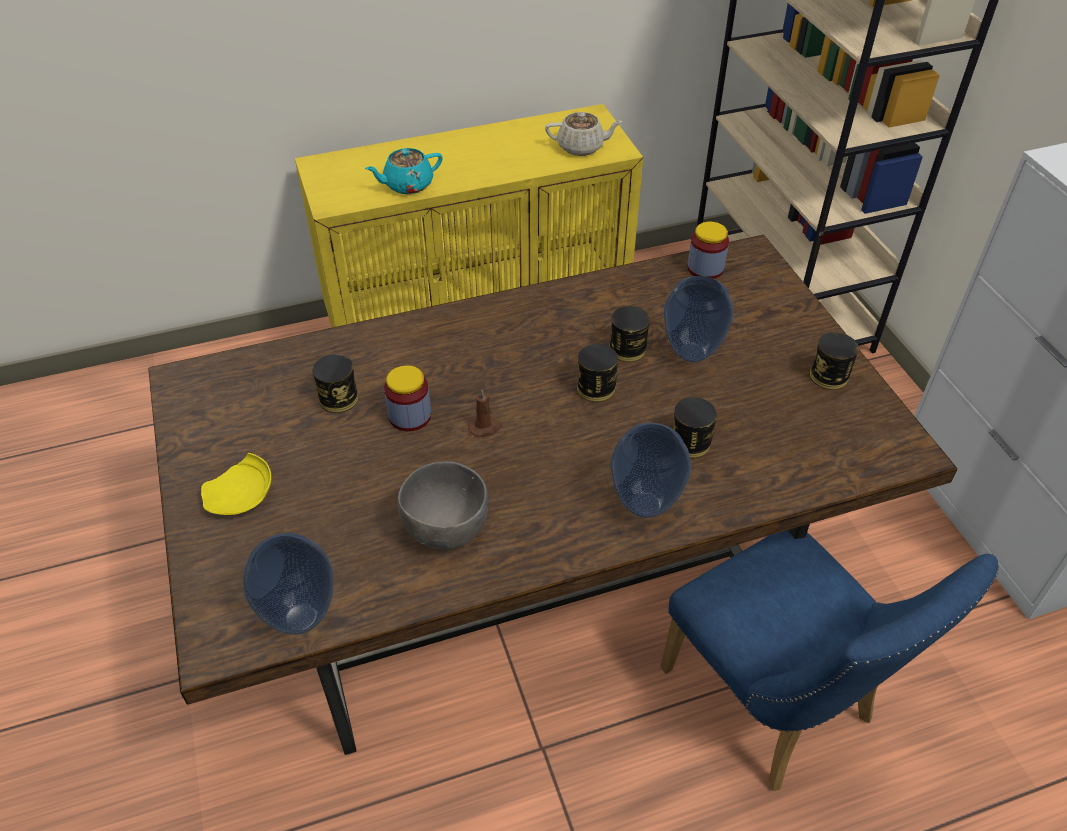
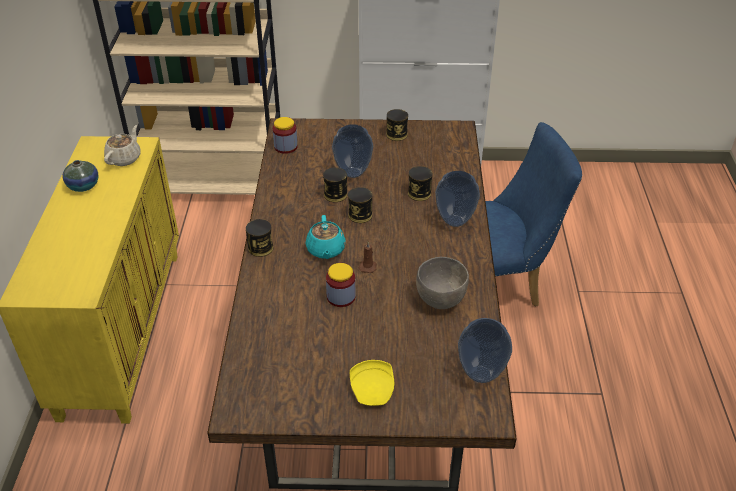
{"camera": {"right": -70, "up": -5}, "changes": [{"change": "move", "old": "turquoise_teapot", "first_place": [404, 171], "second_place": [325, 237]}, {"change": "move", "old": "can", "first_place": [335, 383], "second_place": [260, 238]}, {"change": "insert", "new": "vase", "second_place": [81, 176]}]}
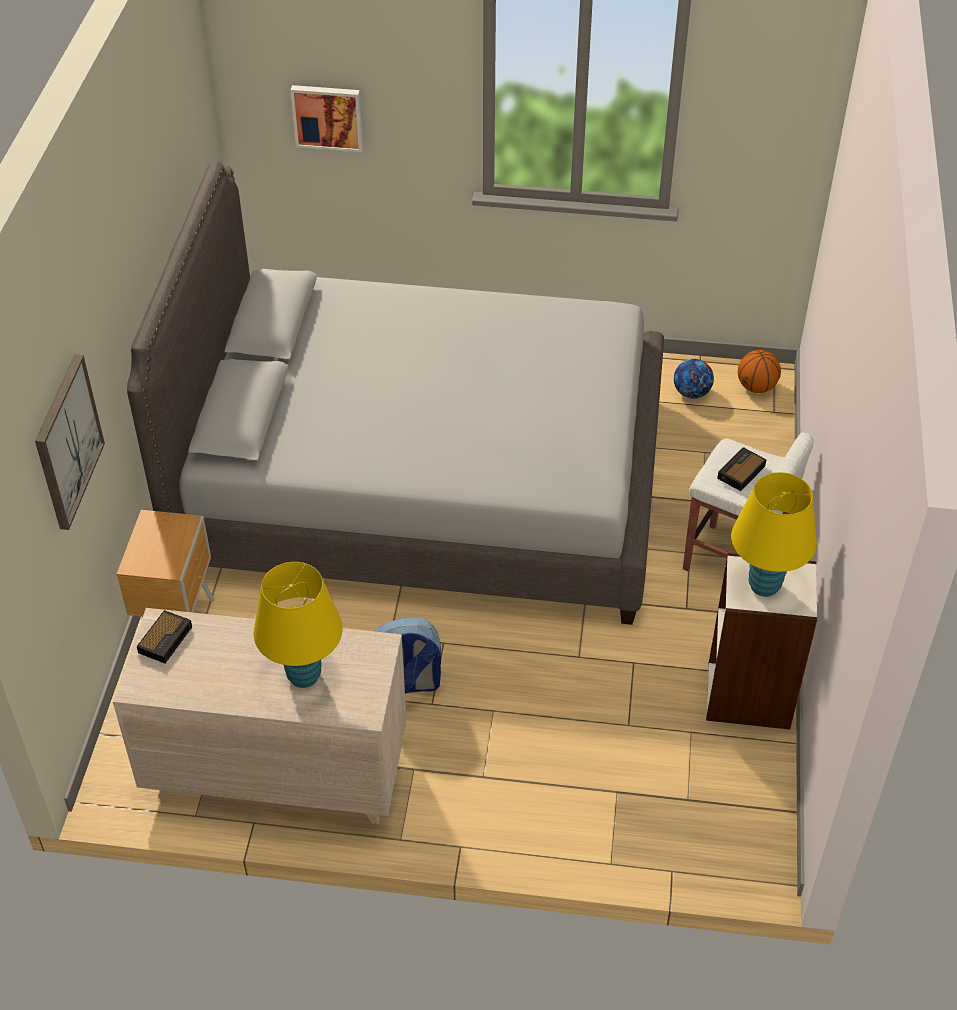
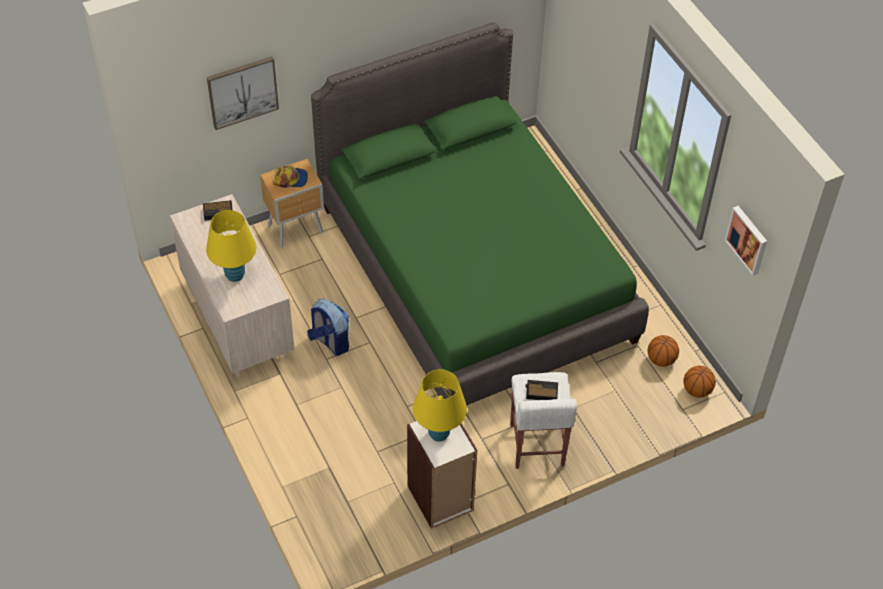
{"camera": {"right": 55, "up": 5}, "changes": [{"change": "move", "old": "picture", "first_place": [326, 118], "second_place": [746, 241]}, {"change": "recolor", "old": "grey_bed", "new": "green_bed", "first_place": [395, 393], "second_place": [480, 213]}, {"change": "replace", "old": "football", "new": "basketball", "first_place": [694, 379], "second_place": [663, 351]}, {"change": "insert", "new": "cap", "second_place": [290, 177]}]}
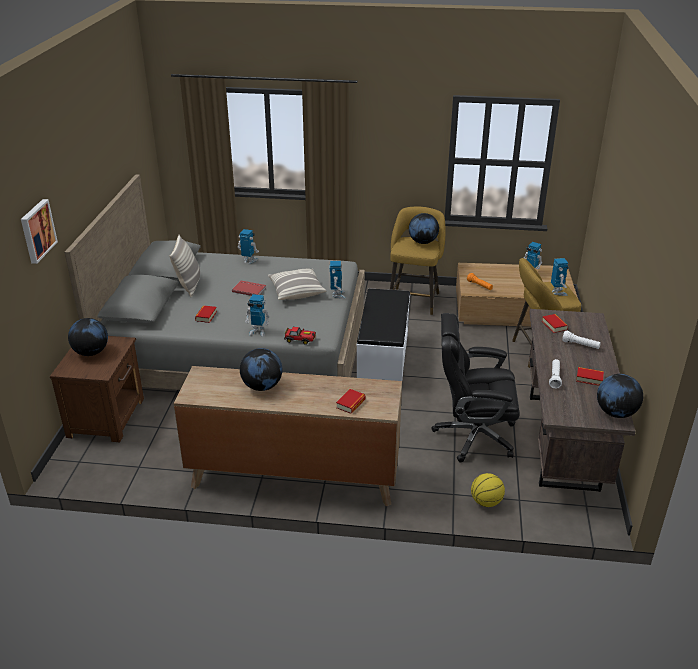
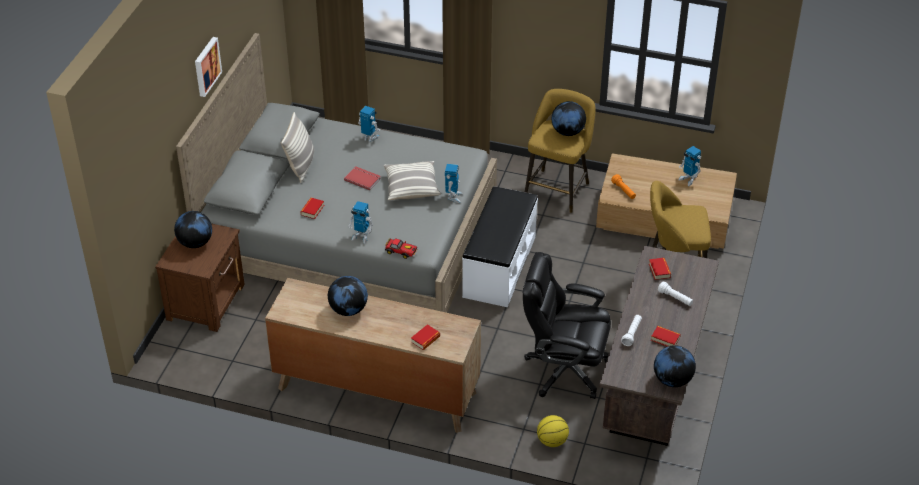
{"camera": {"right": 10, "up": 10}, "changes": [{"change": "move", "old": "picture", "first_place": [39, 231], "second_place": [208, 67]}, {"change": "delete", "old": "toy_robot", "first_place": [560, 277]}]}
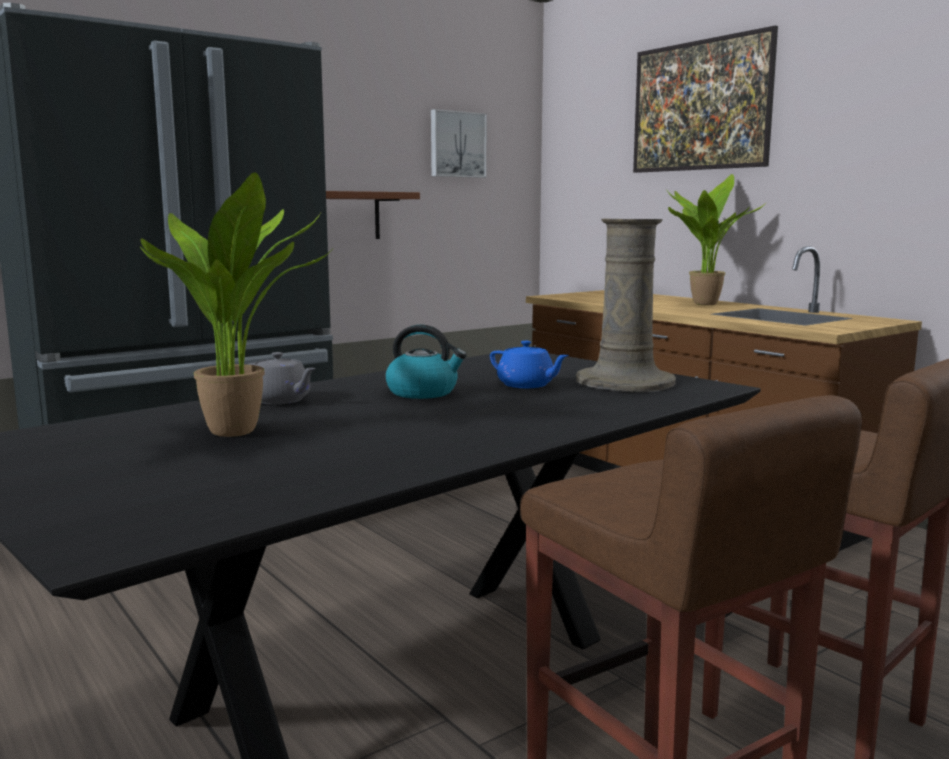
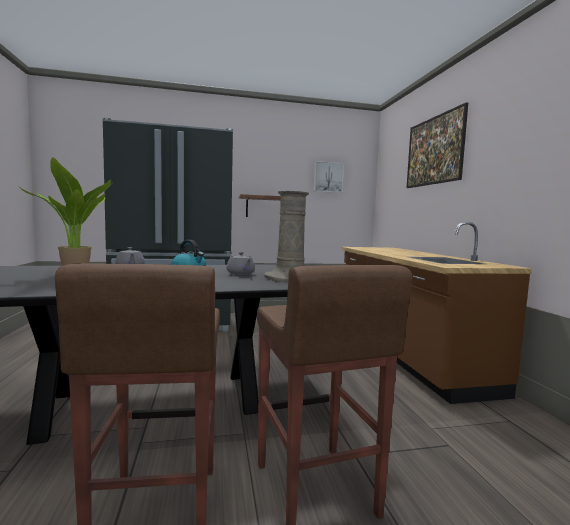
{"camera": {"right": 25, "up": -5}, "changes": [{"change": "delete", "old": "potted_plant", "first_place": [716, 239]}, {"change": "recolor", "old": "blue_teapot", "new": "grey_teapot", "first_place": [529, 364], "second_place": [240, 263]}]}
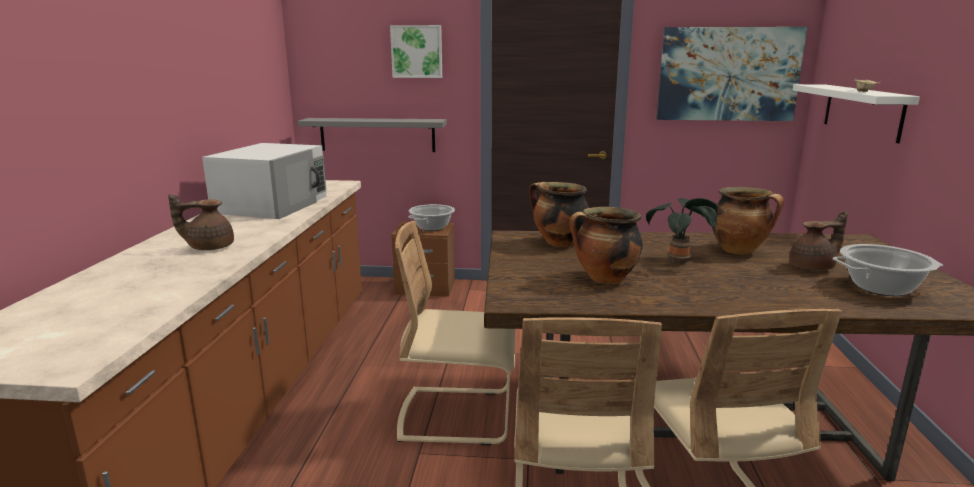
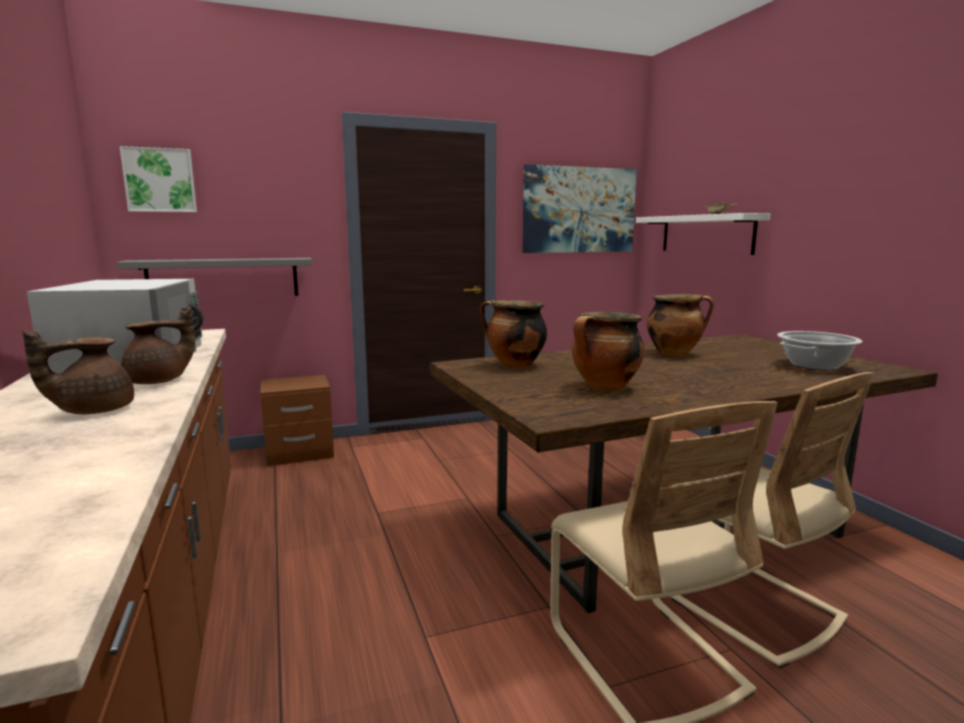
{"camera": {"right": -25, "up": -5}, "changes": [{"change": "move", "old": "picture", "first_place": [416, 51], "second_place": [158, 179]}, {"change": "delete", "old": "potted_plant", "first_place": [682, 231]}, {"change": "delete", "old": "cooking_pot", "first_place": [431, 217]}, {"change": "move", "old": "brown_teapot", "first_place": [819, 241], "second_place": [158, 345]}, {"change": "delete", "old": "beige_chair", "first_place": [455, 333]}]}
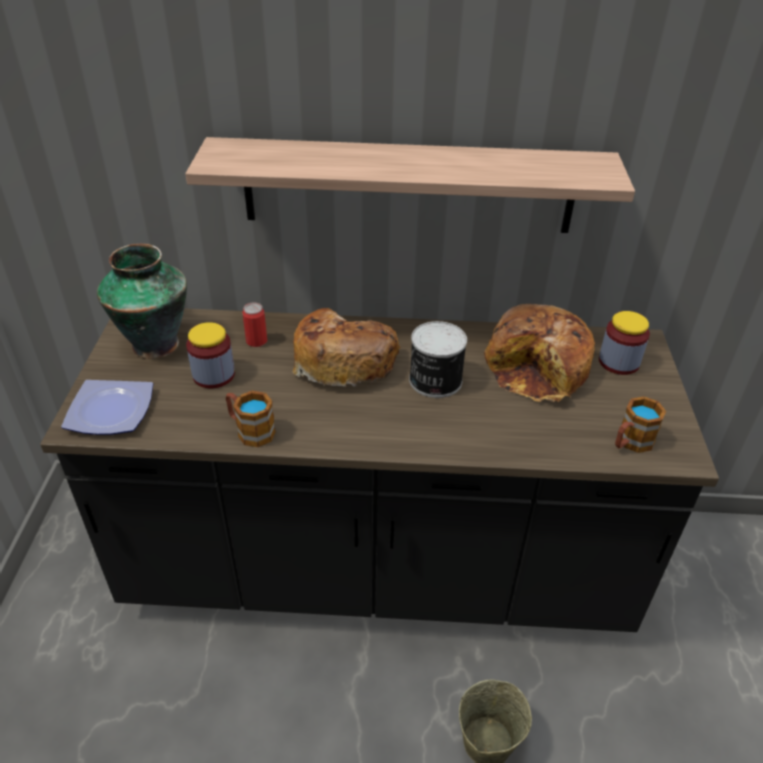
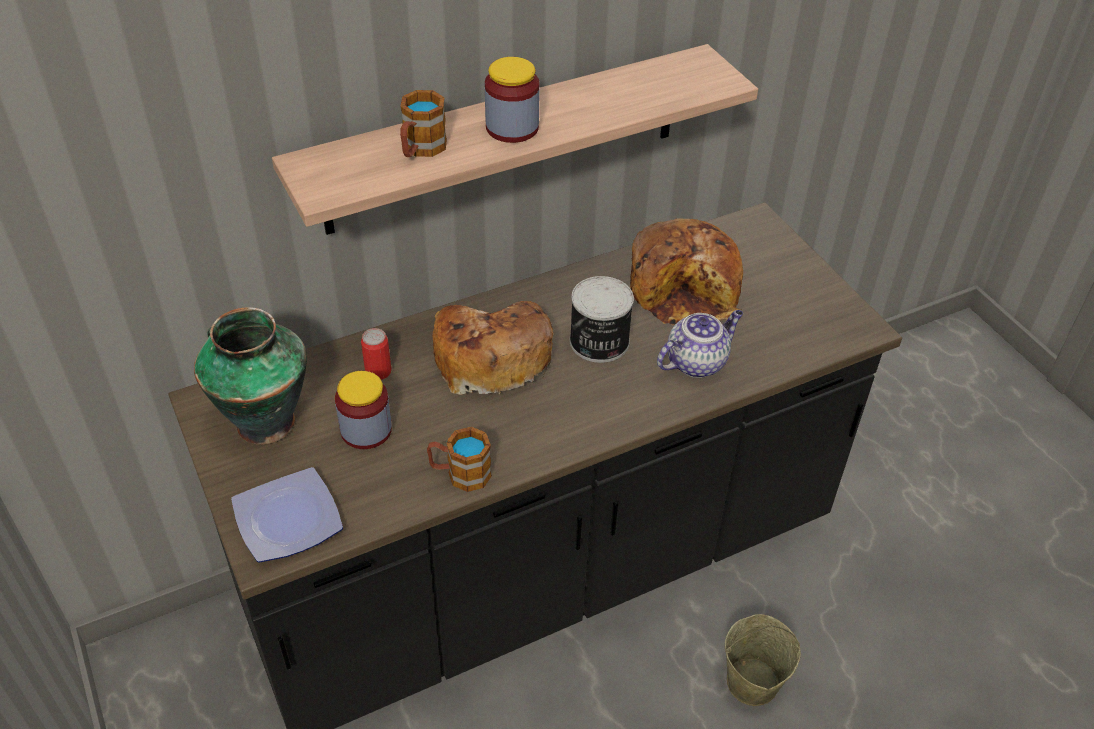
{"camera": {"right": -30, "up": 5}, "changes": [{"change": "move", "old": "jar", "first_place": [624, 343], "second_place": [512, 100]}, {"change": "move", "old": "mug", "first_place": [640, 424], "second_place": [423, 123]}, {"change": "insert", "new": "teapot", "second_place": [700, 344]}]}
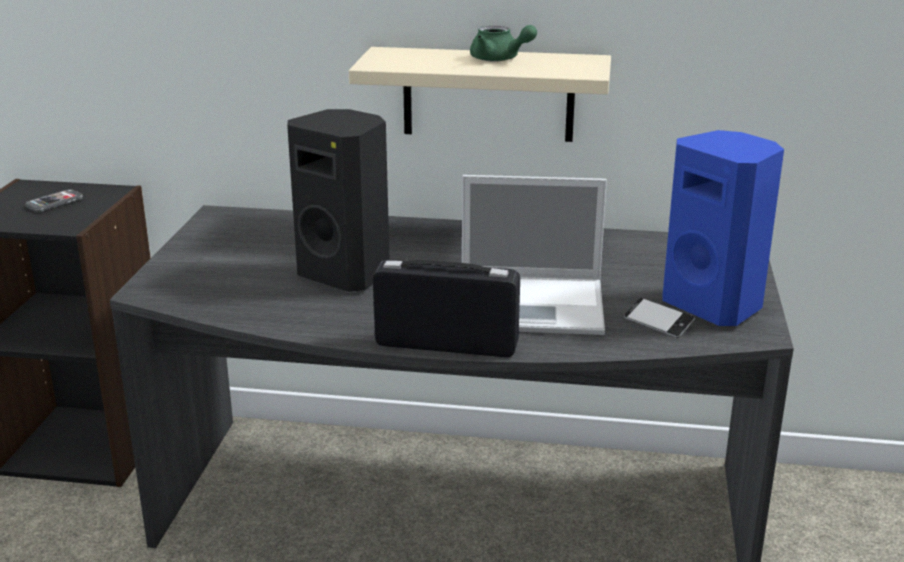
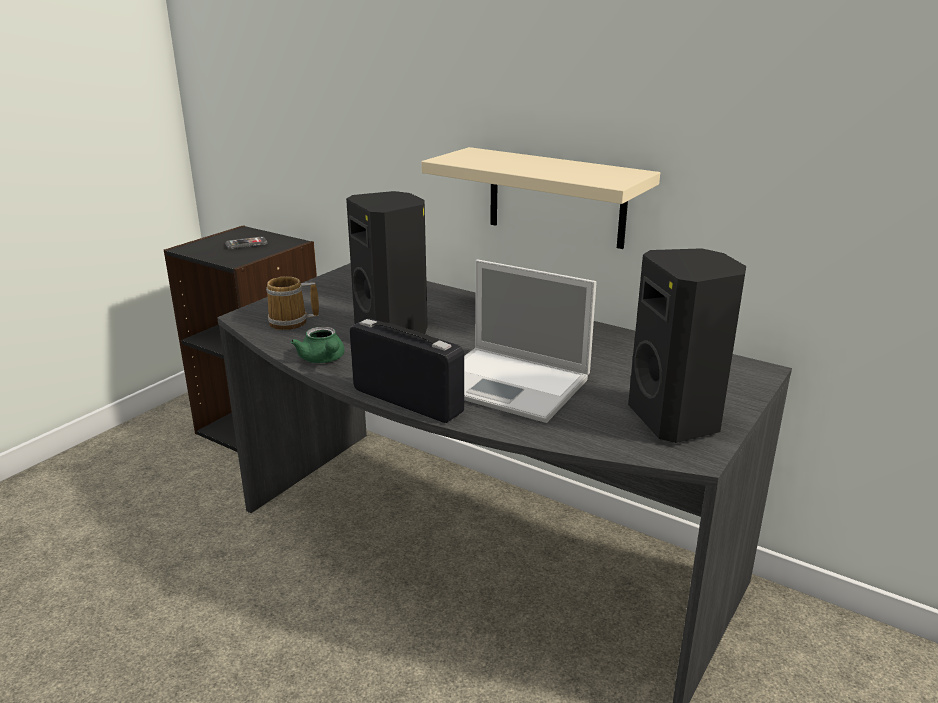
{"camera": {"right": 25, "up": 0}, "changes": [{"change": "move", "old": "green_teapot", "first_place": [503, 43], "second_place": [318, 345]}, {"change": "recolor", "old": "blue_speaker", "new": "black_speaker", "first_place": [723, 228], "second_place": [687, 345]}, {"change": "delete", "old": "phone", "first_place": [659, 318]}, {"change": "insert", "new": "mug", "second_place": [292, 303]}]}
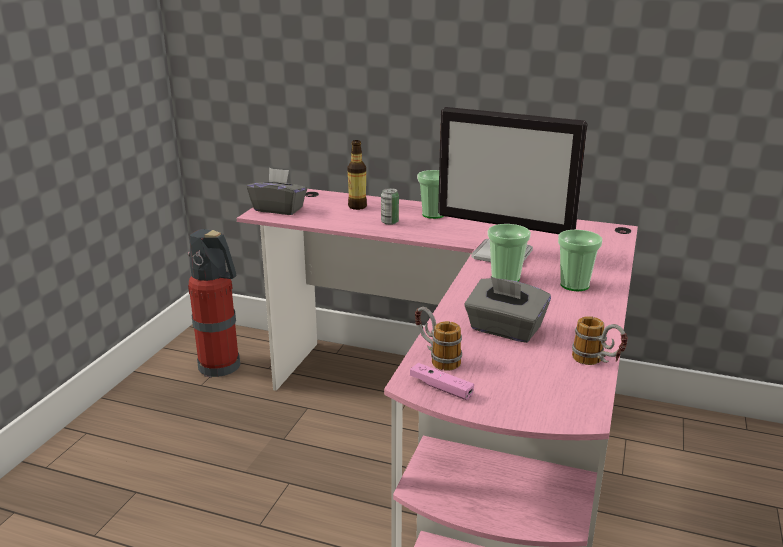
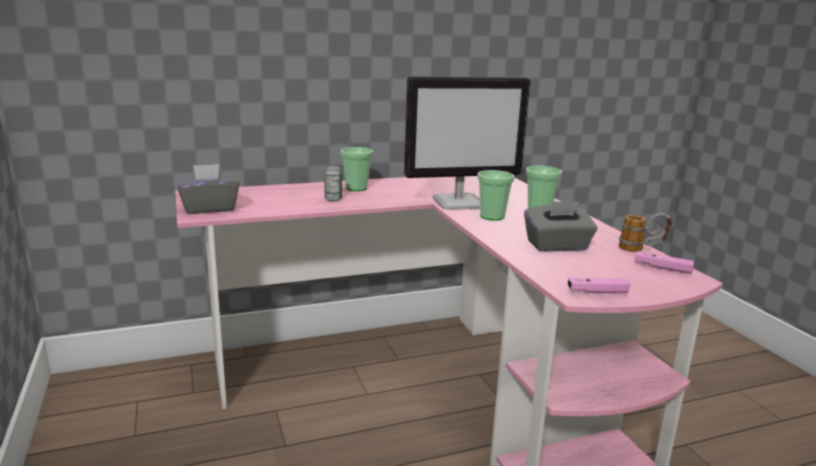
{"camera": {"right": -40, "up": -5}, "changes": [{"change": "delete", "old": "bottle", "first_place": [357, 175]}, {"change": "delete", "old": "fire_extinguisher", "first_place": [214, 303]}, {"change": "delete", "old": "mug", "first_place": [438, 339]}, {"change": "insert", "new": "pink_game_controller", "second_place": [664, 262]}]}
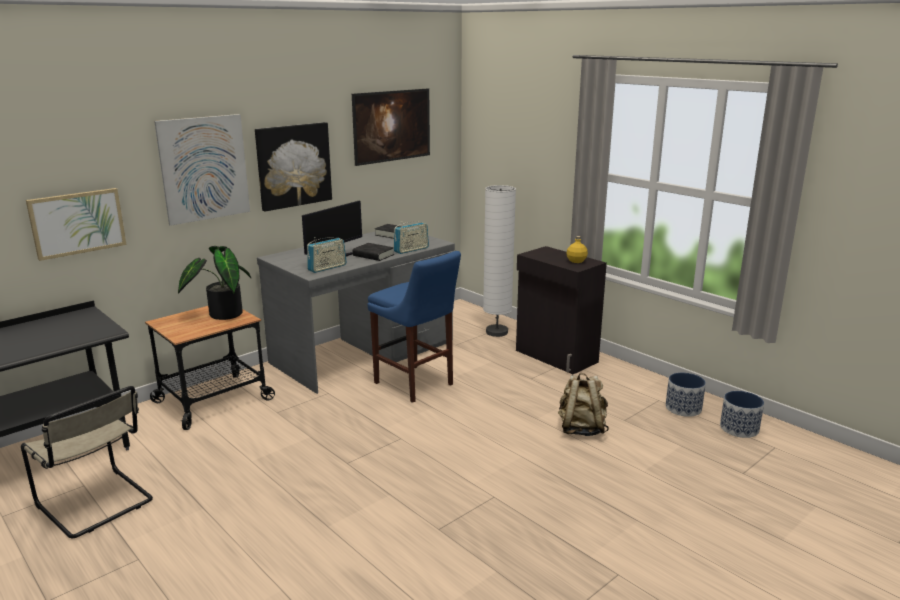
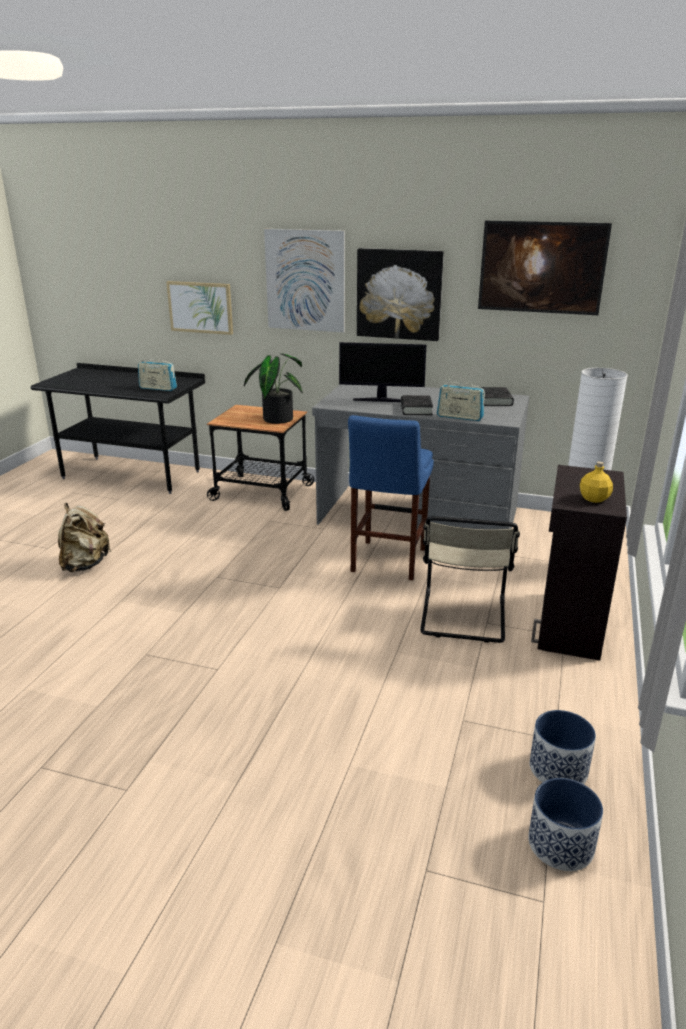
{"camera": {"right": 60, "up": 5}, "changes": [{"change": "move", "old": "radio", "first_place": [327, 255], "second_place": [157, 373]}, {"change": "move", "old": "beige_backpack", "first_place": [583, 404], "second_place": [84, 537]}, {"change": "move", "old": "beige_chair", "first_place": [87, 462], "second_place": [470, 579]}]}
